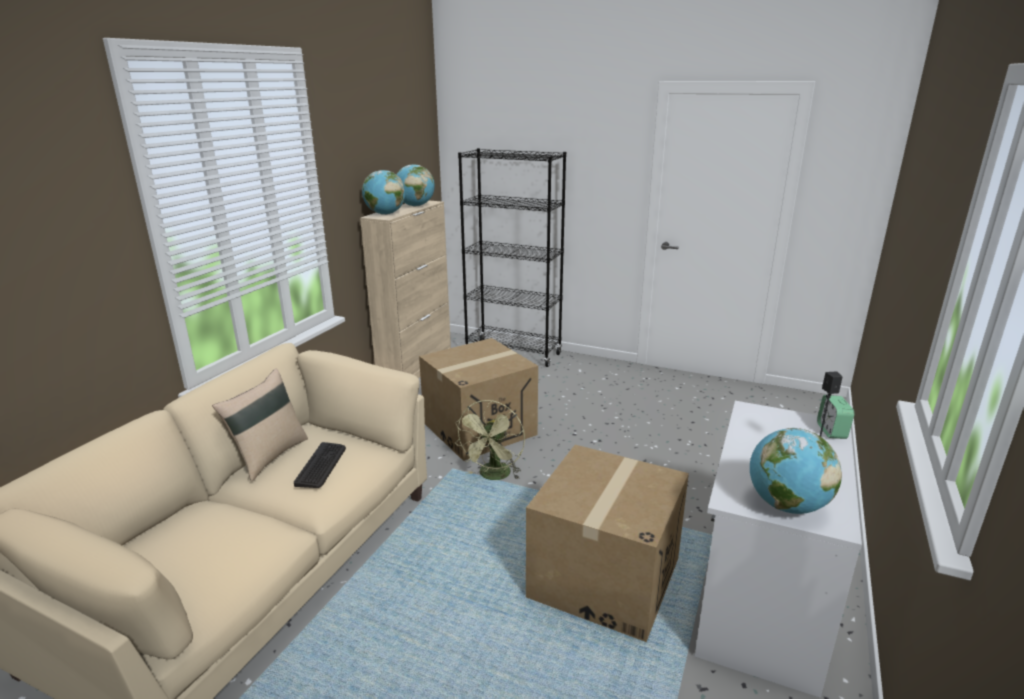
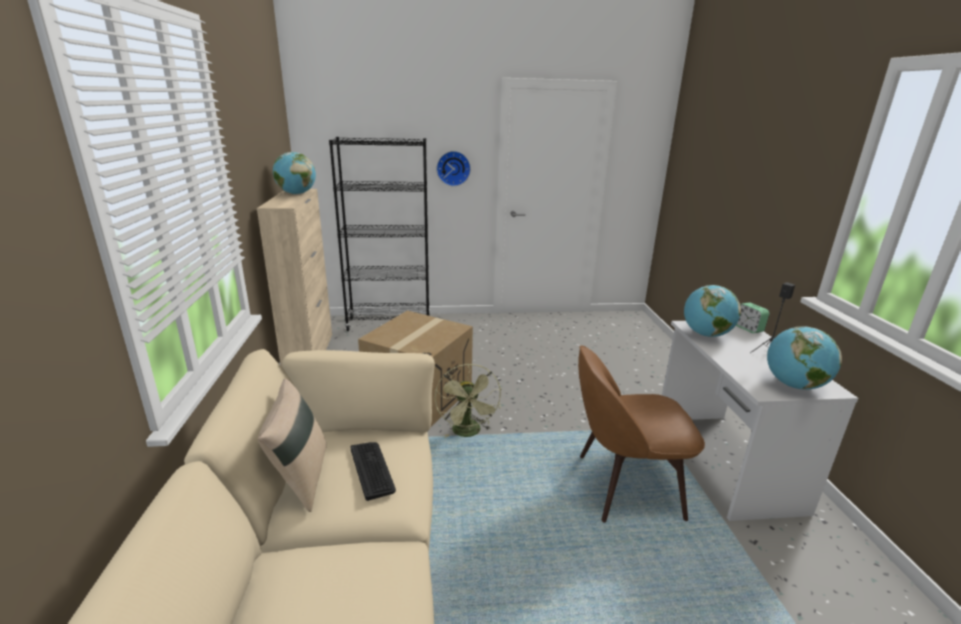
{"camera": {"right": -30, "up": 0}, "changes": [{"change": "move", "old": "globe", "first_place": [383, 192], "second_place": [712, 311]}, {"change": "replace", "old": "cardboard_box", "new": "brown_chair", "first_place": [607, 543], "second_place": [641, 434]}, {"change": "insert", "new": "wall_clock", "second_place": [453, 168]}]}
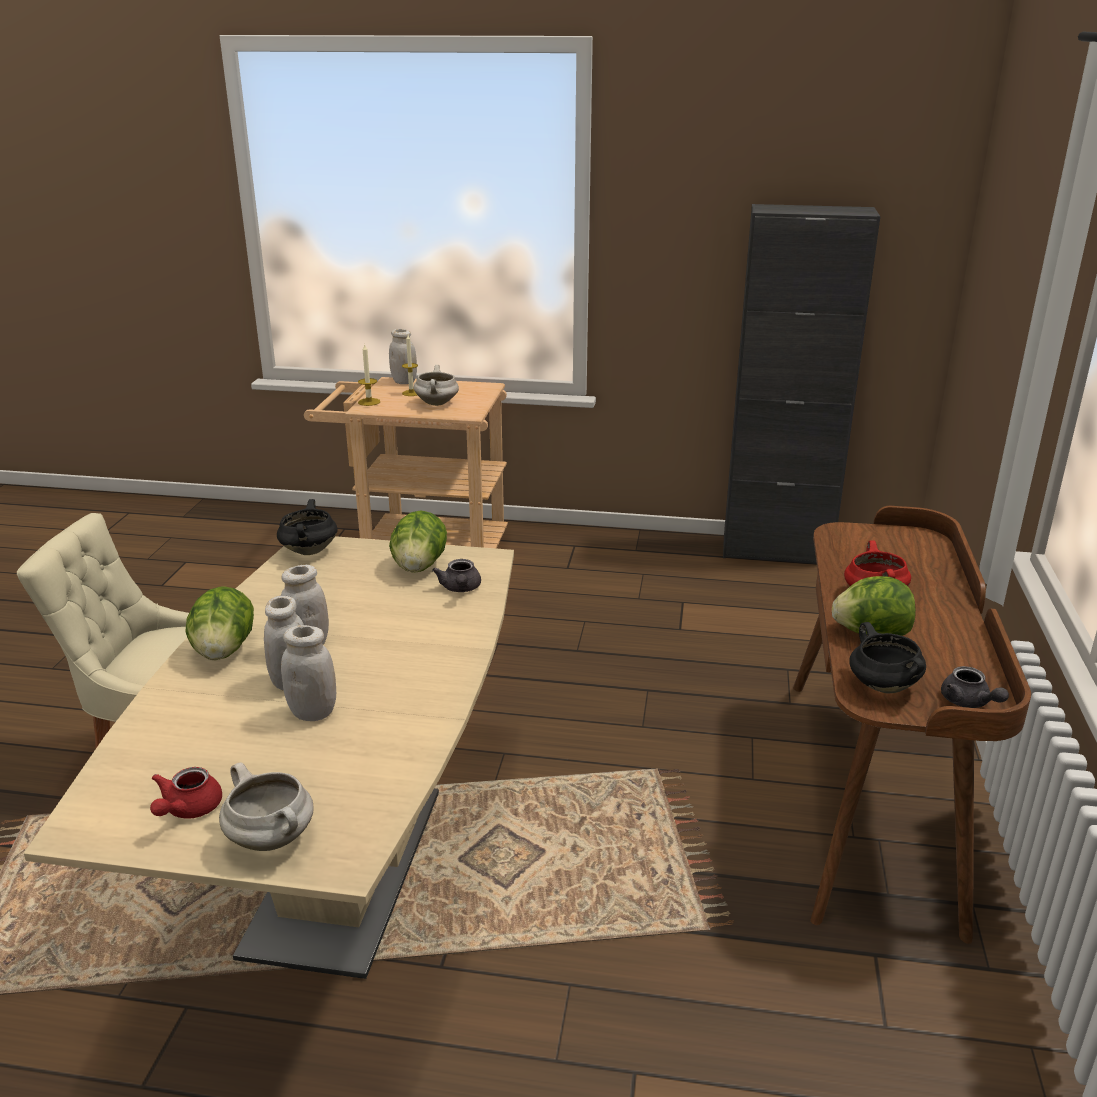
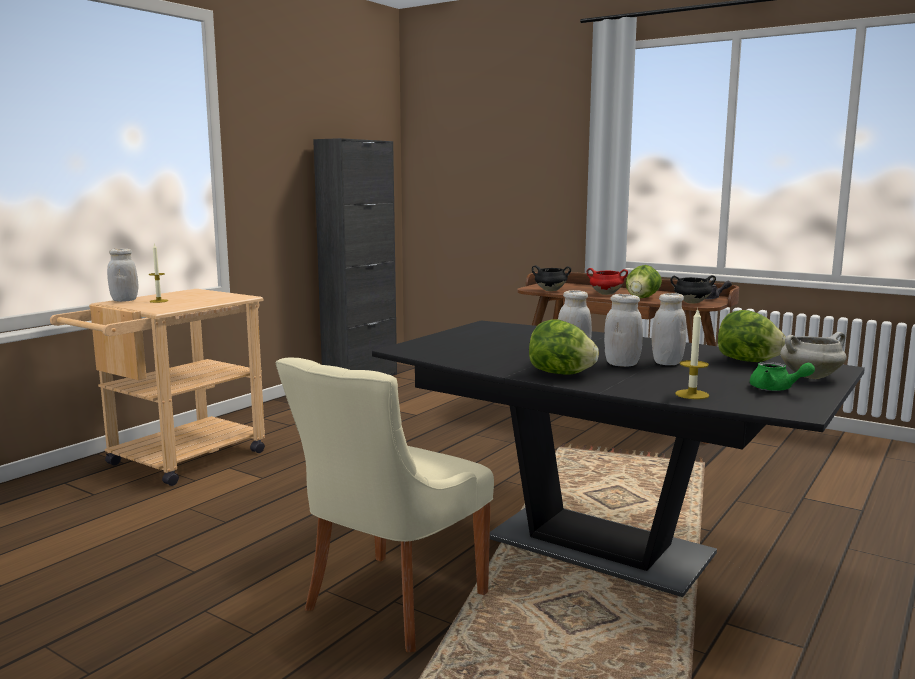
{"camera": {"right": -65, "up": -15}, "changes": [{"change": "move", "old": "candle", "first_place": [369, 374], "second_place": [692, 354]}, {"change": "delete", "old": "white_cooking_pot", "first_place": [436, 385]}, {"change": "move", "old": "black_cooking_pot", "first_place": [307, 527], "second_place": [551, 278]}, {"change": "move", "old": "lettuce", "first_place": [418, 541], "second_place": [752, 336]}, {"change": "recolor", "old": "beige_dining_table", "new": "black_dining_table", "first_place": [269, 757], "second_place": [618, 459]}, {"change": "delete", "old": "grey_teapot", "first_place": [456, 575]}, {"change": "recolor", "old": "red_teapot", "new": "green_teapot", "first_place": [186, 793], "second_place": [782, 376]}]}
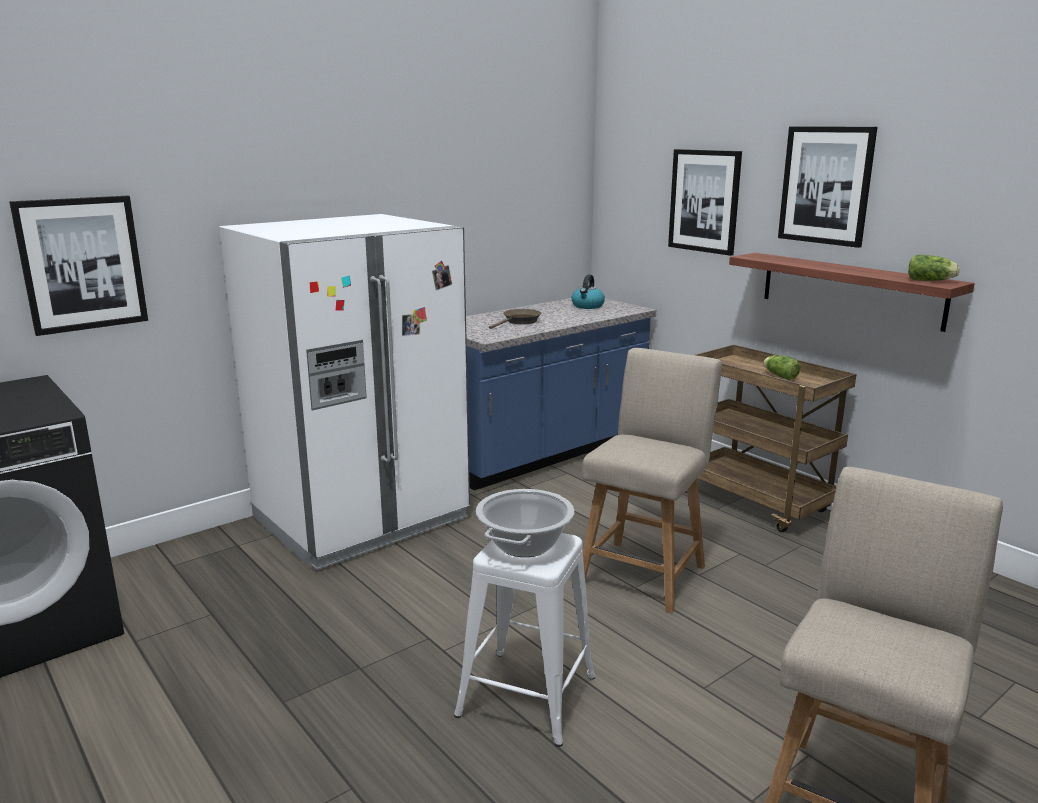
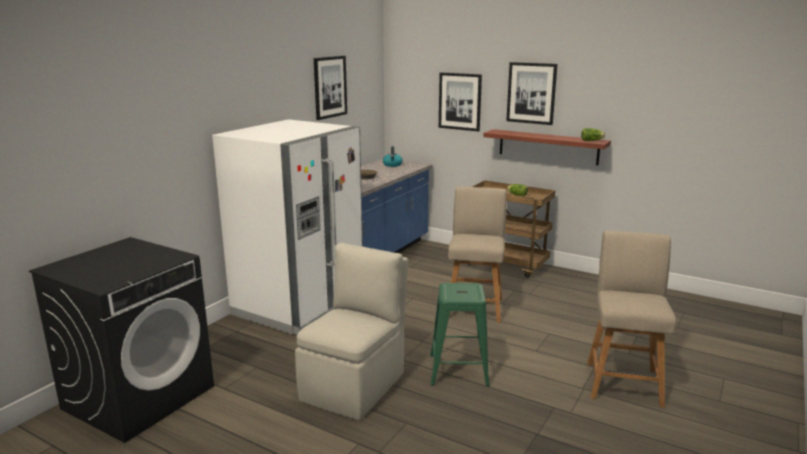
{"camera": {"right": -20, "up": 0}, "changes": [{"change": "move", "old": "picture", "first_place": [78, 266], "second_place": [330, 88]}, {"change": "delete", "old": "cooking_pot", "first_place": [525, 523]}, {"change": "recolor", "old": "white_stool", "new": "green_stool", "first_place": [524, 640], "second_place": [460, 335]}, {"change": "insert", "new": "beige_chair", "second_place": [351, 331]}]}
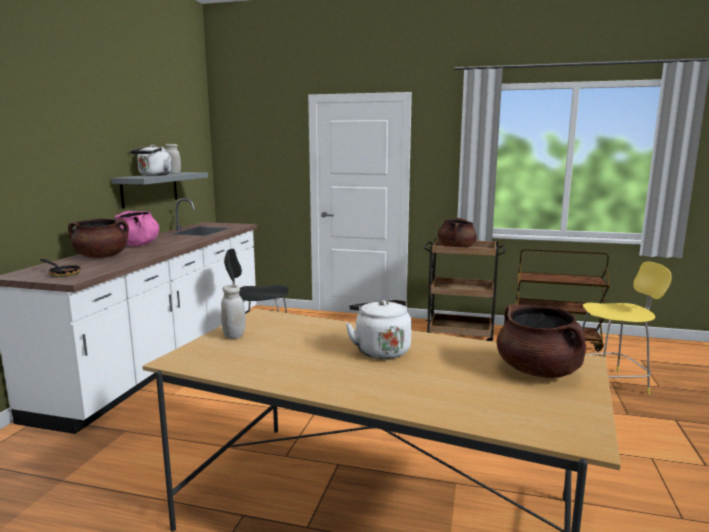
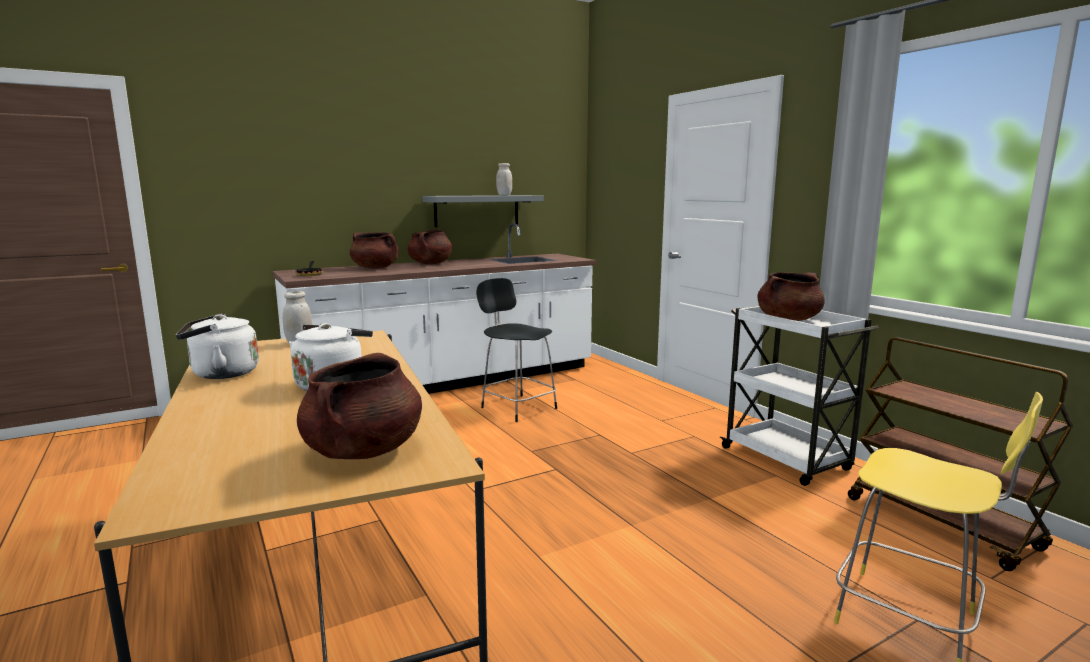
{"camera": {"right": 45, "up": 0}, "changes": [{"change": "move", "old": "white_kettle", "first_place": [150, 160], "second_place": [217, 346]}, {"change": "recolor", "old": "pink_cooking_pot", "new": "brown_cooking_pot", "first_place": [137, 228], "second_place": [430, 247]}, {"change": "recolor", "old": "brown_cart", "new": "white_cart", "first_place": [465, 290], "second_place": [799, 396]}]}
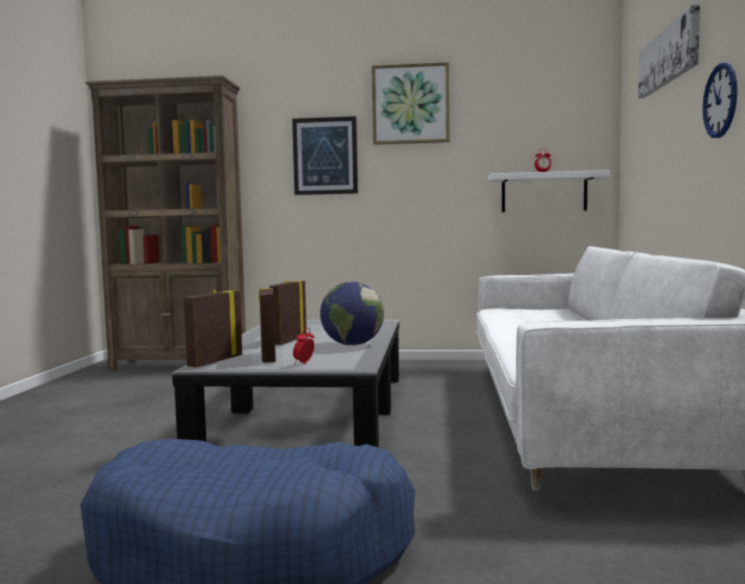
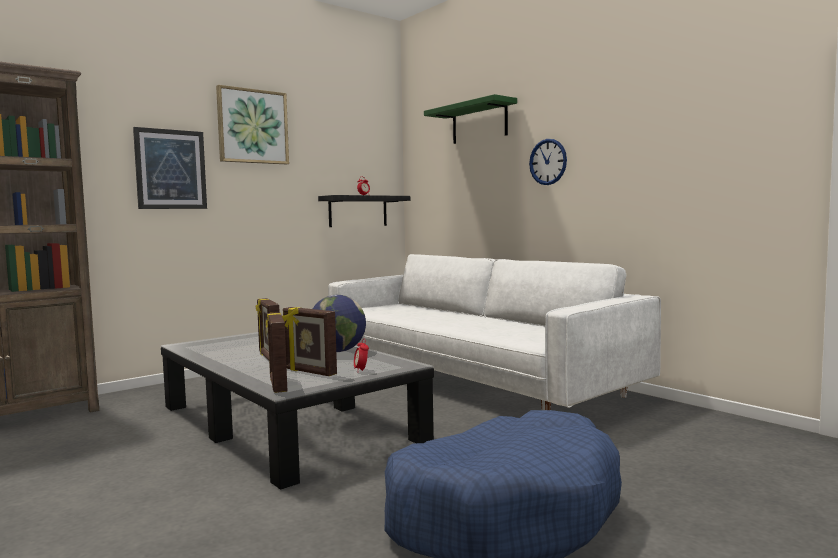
{"camera": {"right": -45, "up": 0}, "changes": [{"change": "replace", "old": "picture", "new": "green_shelf", "first_place": [669, 51], "second_place": [470, 119]}, {"change": "recolor", "old": "white_shelf", "new": "black_shelf", "first_place": [549, 191], "second_place": [364, 211]}]}
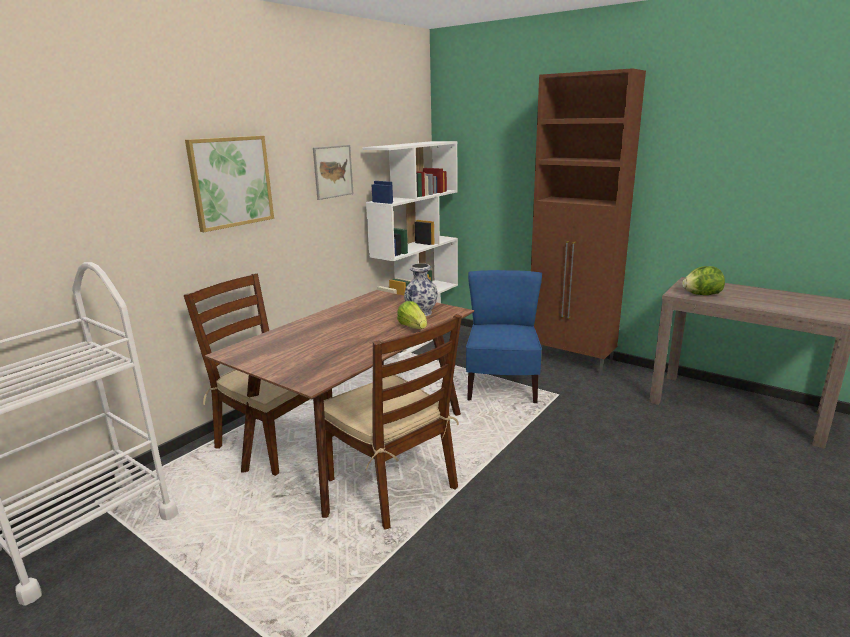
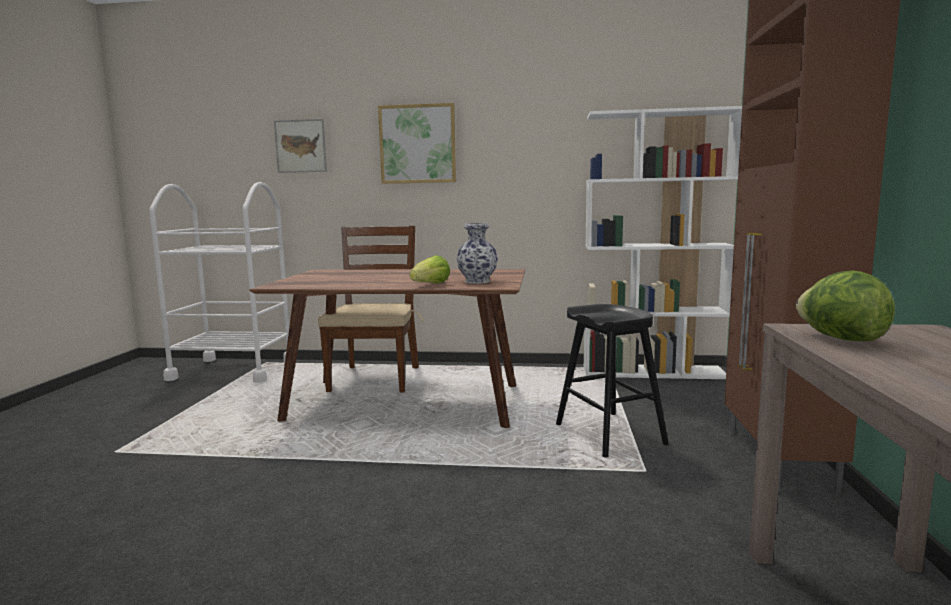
{"camera": {"right": 60, "up": -10}, "changes": [{"change": "move", "old": "picture", "first_place": [333, 172], "second_place": [300, 146]}, {"change": "replace", "old": "blue_chair", "new": "black_stool", "first_place": [504, 336], "second_place": [612, 381]}, {"change": "delete", "old": "brown_chair", "first_place": [393, 422]}]}
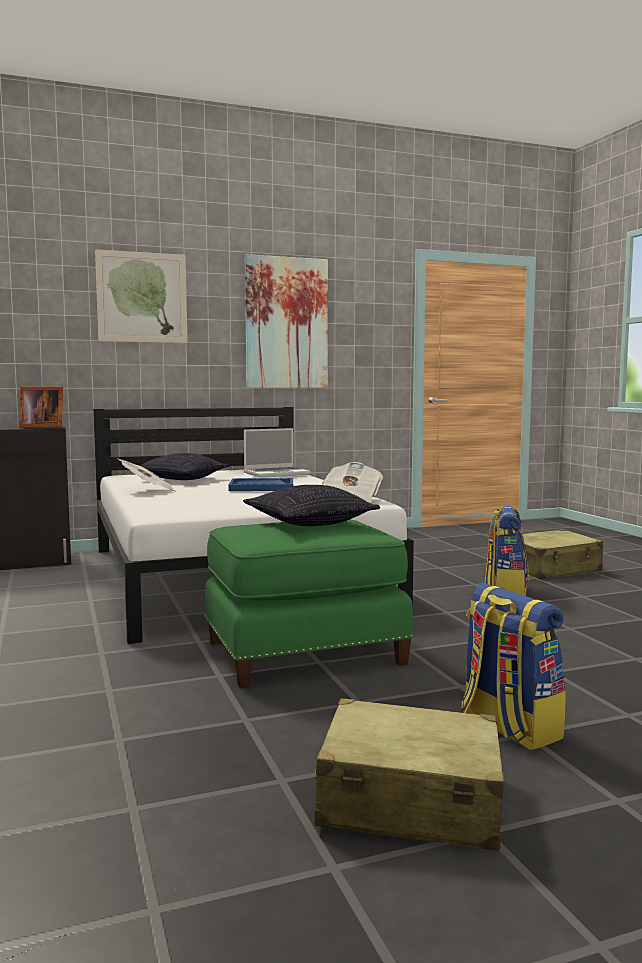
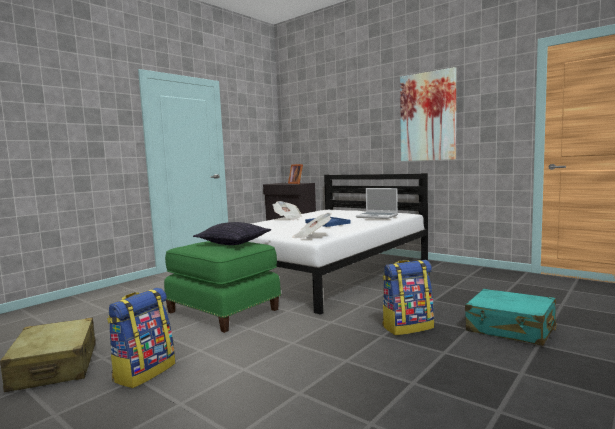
{"camera": {"right": 60, "up": 0}, "changes": [{"change": "delete", "old": "picture", "first_place": [141, 296]}, {"change": "delete", "old": "pillow", "first_place": [184, 466]}, {"change": "recolor", "old": "beige_suitcase", "new": "turquoise_suitcase", "first_place": [562, 554], "second_place": [511, 317]}]}
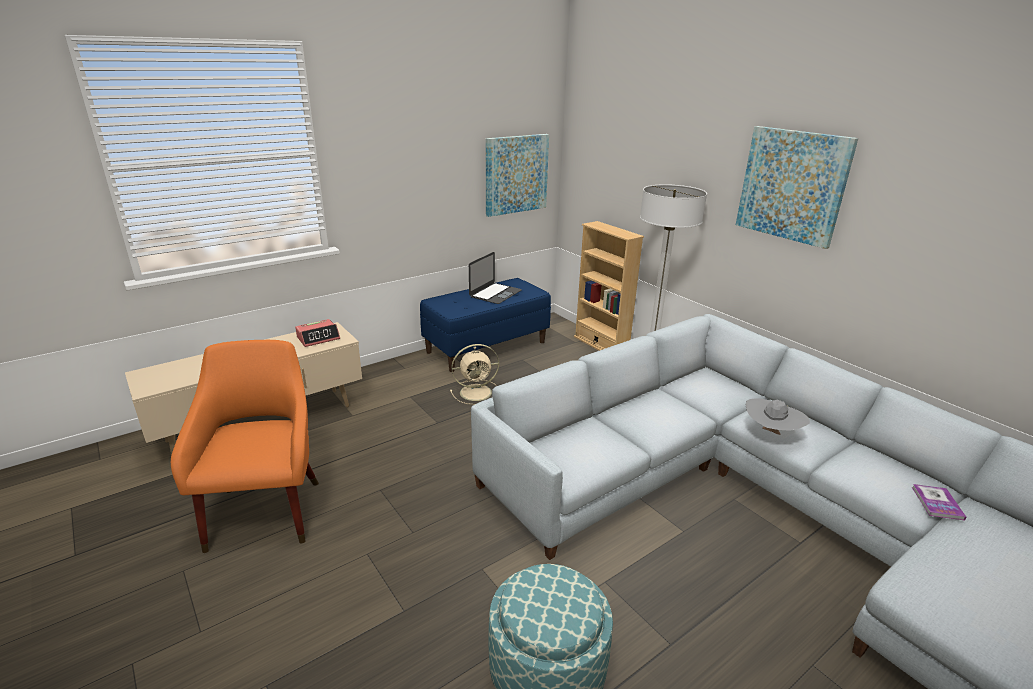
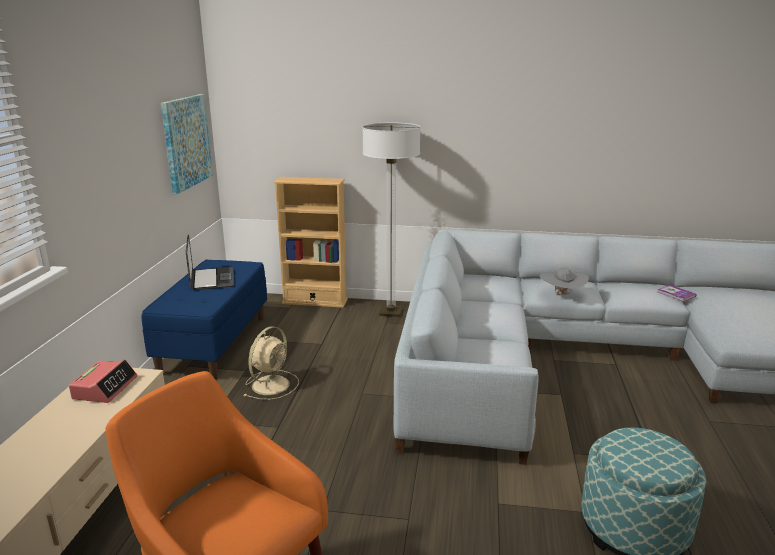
{"camera": {"right": -45, "up": -5}, "changes": [{"change": "delete", "old": "picture", "first_place": [797, 187]}]}
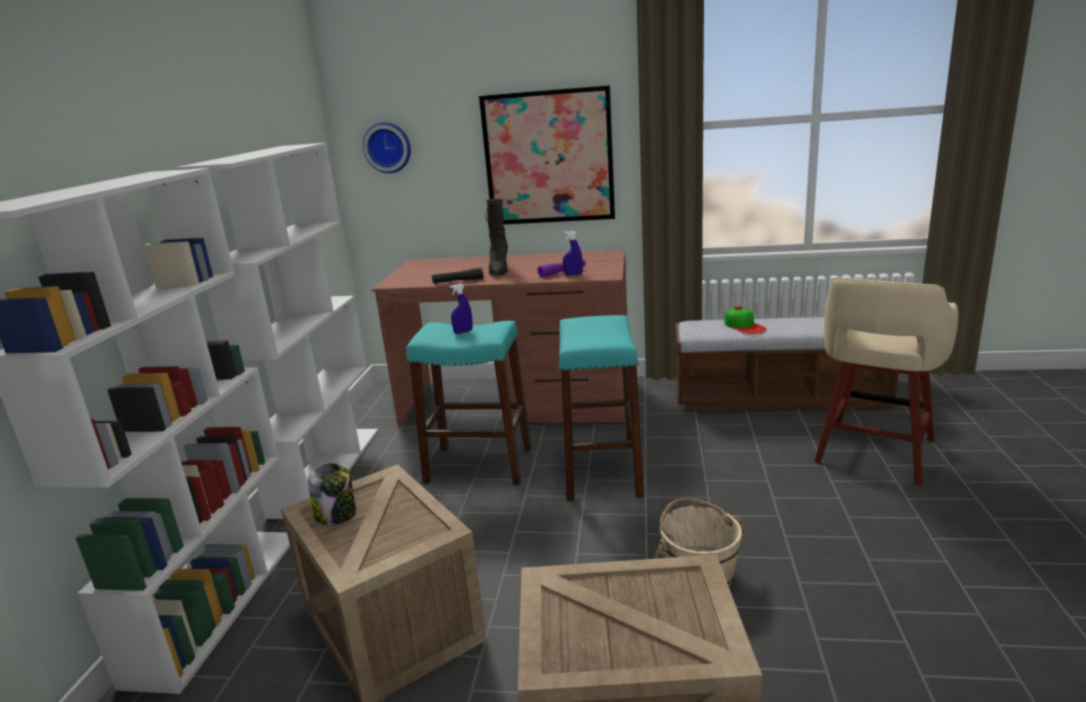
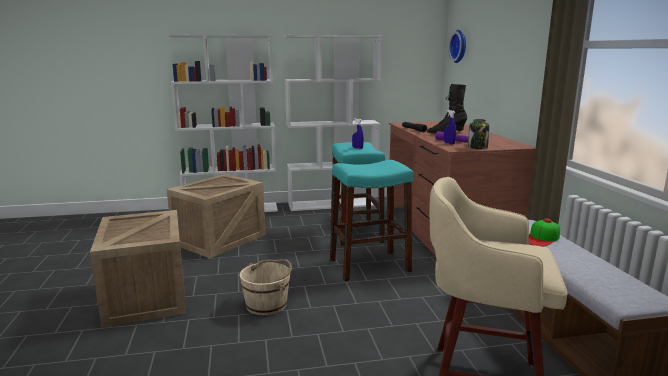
{"camera": {"right": 70, "up": -5}, "changes": [{"change": "delete", "old": "picture", "first_place": [547, 155]}, {"change": "move", "old": "jar", "first_place": [332, 494], "second_place": [478, 134]}]}
